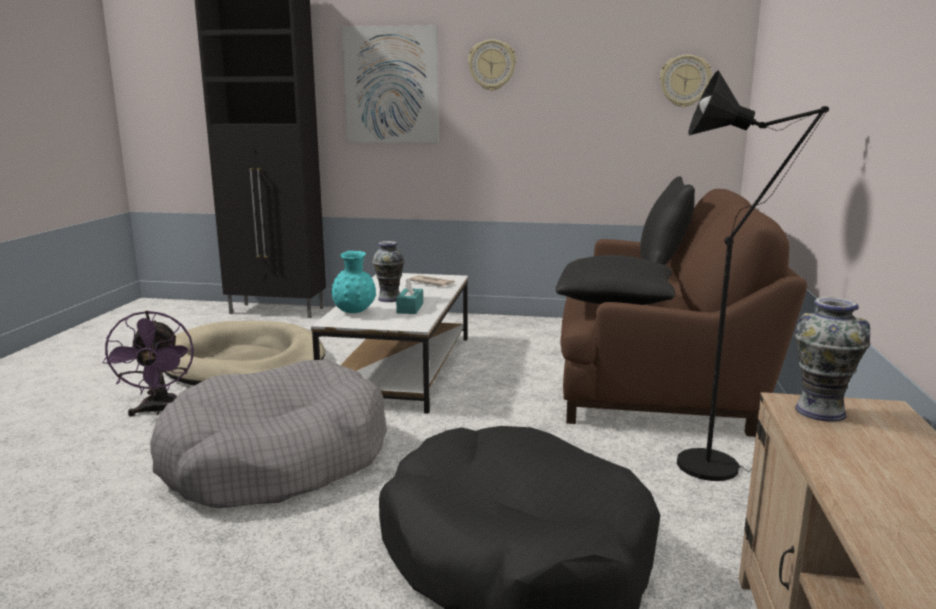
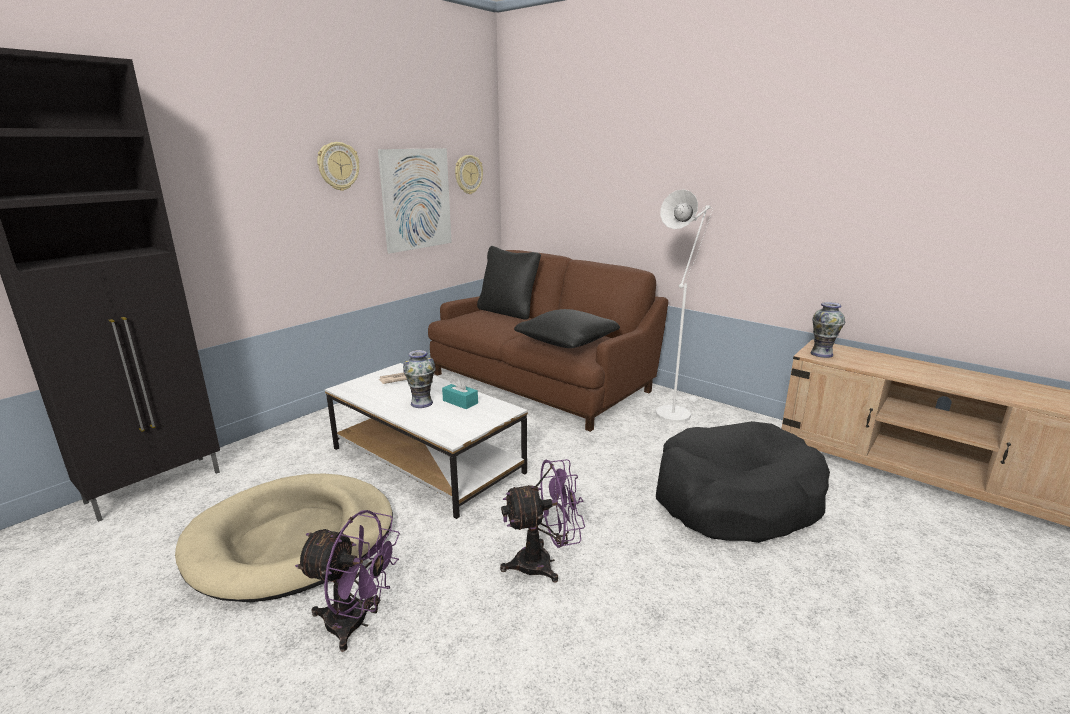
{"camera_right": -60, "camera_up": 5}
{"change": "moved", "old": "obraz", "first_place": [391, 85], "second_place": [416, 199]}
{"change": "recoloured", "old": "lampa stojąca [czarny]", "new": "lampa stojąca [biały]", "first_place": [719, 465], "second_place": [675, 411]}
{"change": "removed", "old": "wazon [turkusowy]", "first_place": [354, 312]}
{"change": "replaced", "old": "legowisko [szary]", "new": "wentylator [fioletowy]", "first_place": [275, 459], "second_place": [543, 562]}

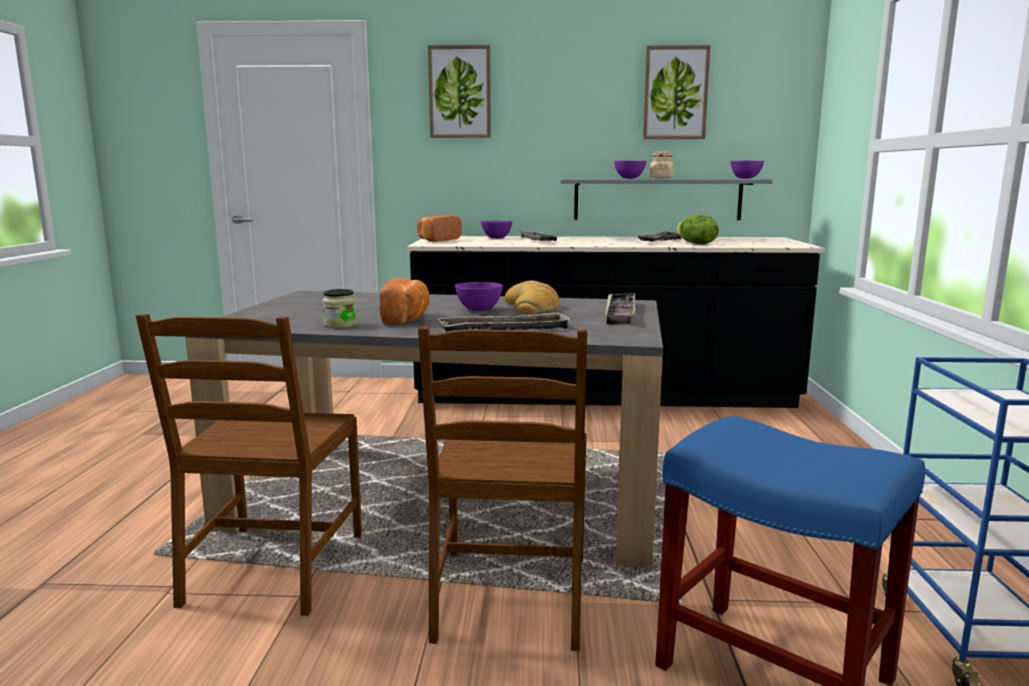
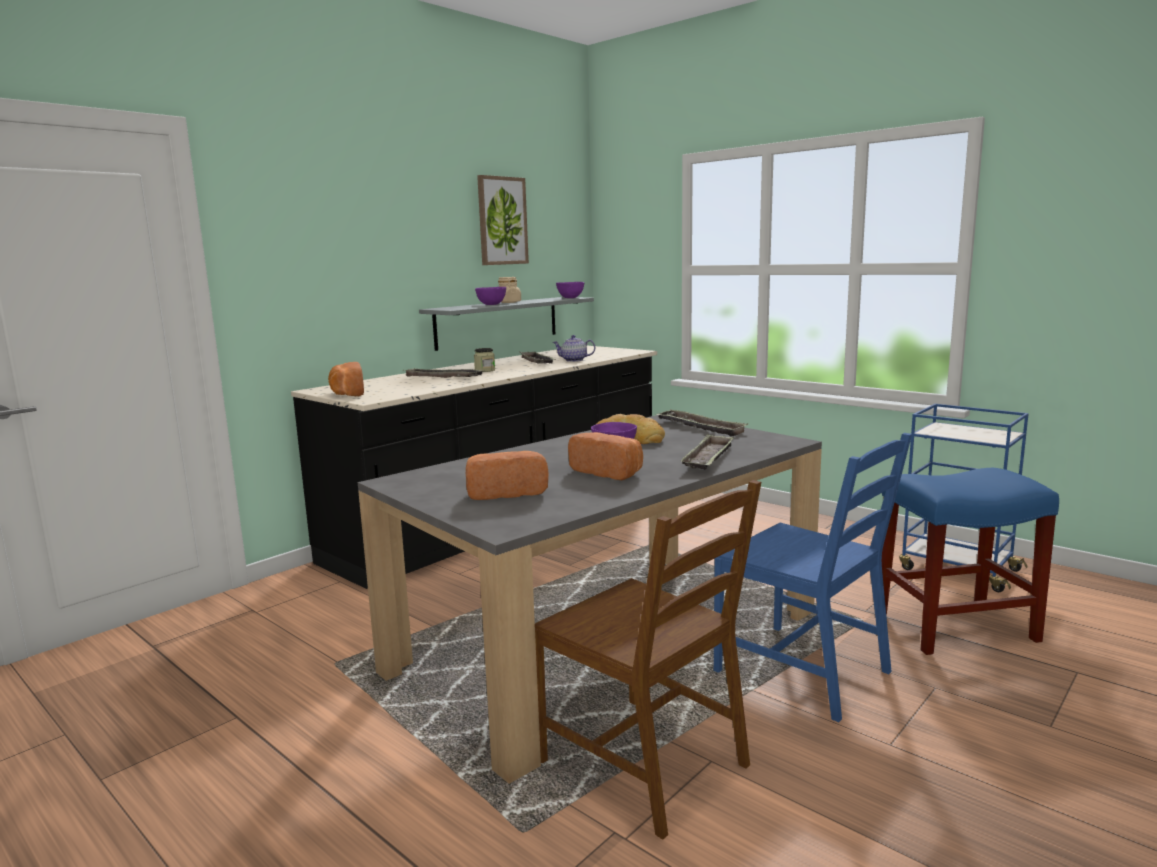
{"camera_right": -50, "camera_up": 0}
{"change": "removed", "old": "obraz", "first_place": [460, 92]}
{"change": "replaced", "old": "sałata", "new": "imbryk", "first_place": [696, 244], "second_place": [574, 360]}
{"change": "removed", "old": "miska [fioletowy]", "first_place": [496, 238]}
{"change": "moved", "old": "słoik", "first_place": [340, 325], "second_place": [485, 370]}
{"change": "recoloured", "old": "krzesło [brązowy]", "new": "krzesło [niebieski]", "first_place": [511, 598], "second_place": [804, 671]}
{"change": "added", "new": "chleb", "second_place": [506, 492]}

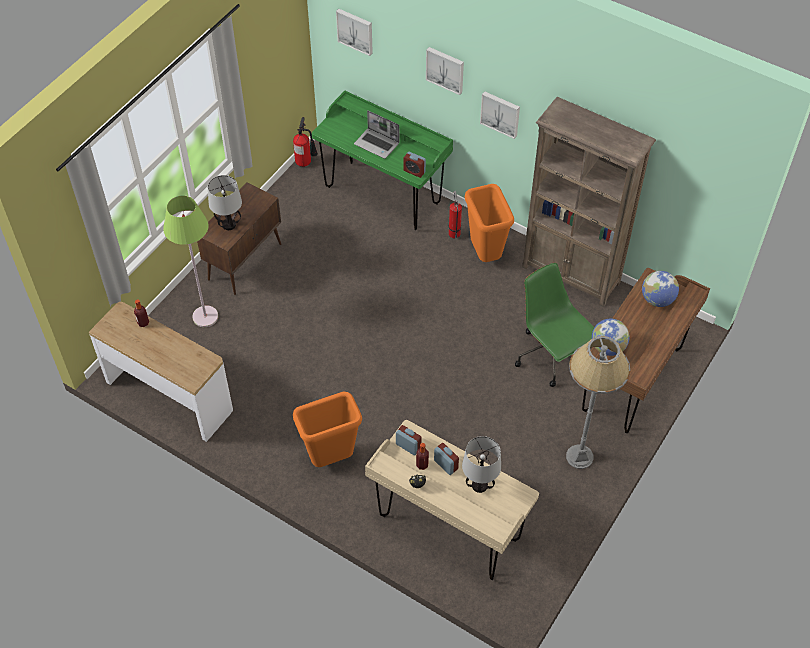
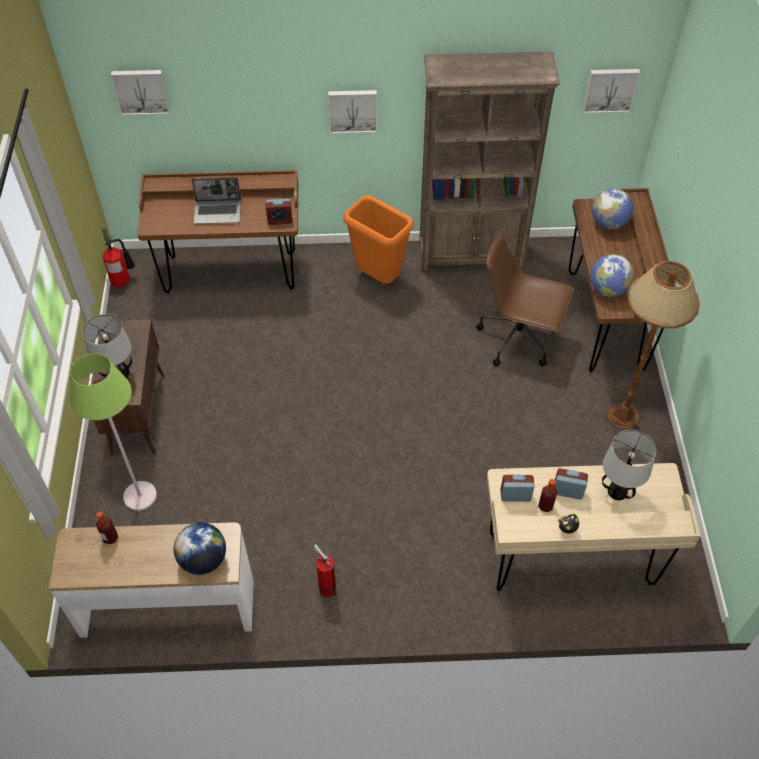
{"camera_right": -35, "camera_up": 0}
{"change": "moved", "old": "obraz", "first_place": [445, 69], "second_place": [610, 89]}
{"change": "recoloured", "old": "biurko [zielony]", "new": "biurko [brązowy]", "first_place": [383, 195], "second_place": [231, 272]}
{"change": "moved", "old": "gaśnica", "first_place": [454, 232], "second_place": [326, 587]}
{"change": "recoloured", "old": "krzesło biurowe [zielony]", "new": "krzesło biurowe [brązowy]", "first_place": [551, 357], "second_place": [519, 339]}
{"change": "recoloured", "old": "lampa stojąca [szary]", "new": "lampa stojąca [brązowy]", "first_place": [579, 456], "second_place": [622, 416]}
{"change": "removed", "old": "kosz na śmieci [pomarańczowy]", "first_place": [331, 459]}
{"change": "added", "new": "globus", "second_place": [203, 559]}

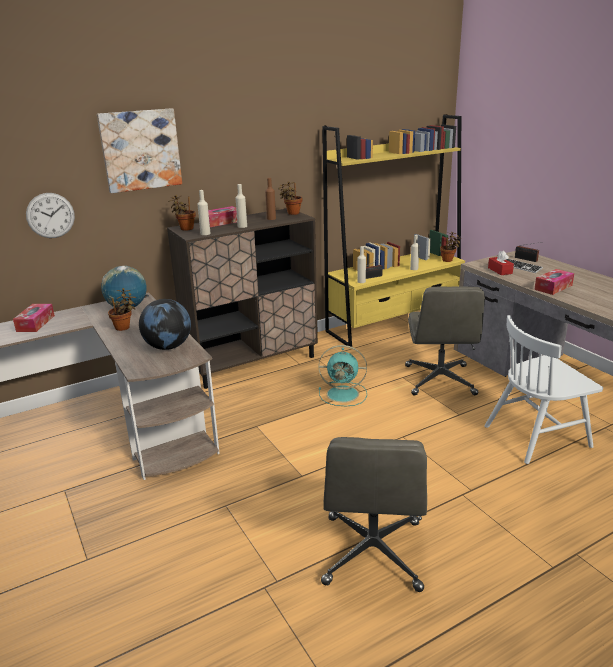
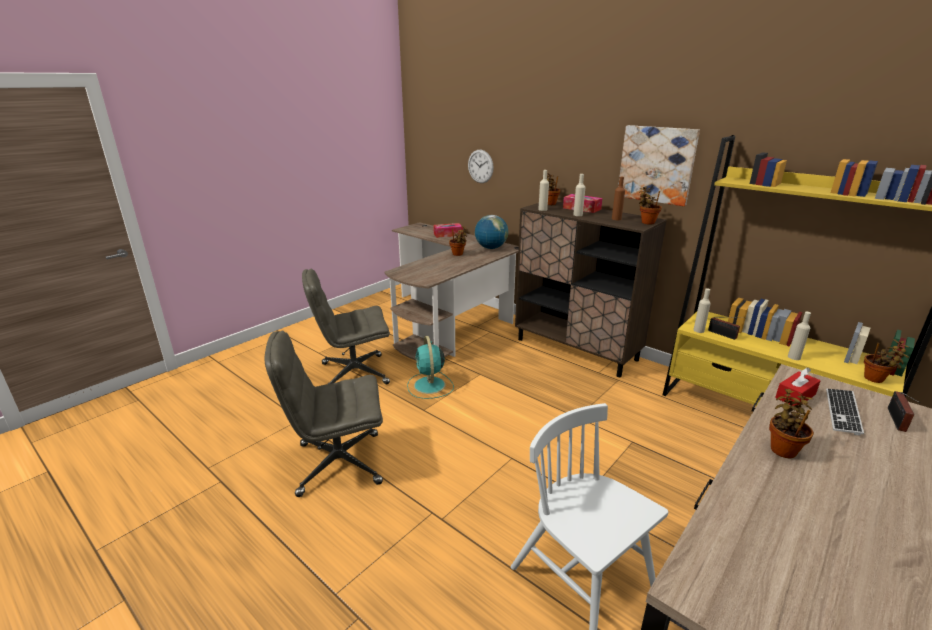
{"camera_right": 70, "camera_up": 0}
{"change": "moved", "old": "obraz", "first_place": [140, 150], "second_place": [656, 164]}
{"change": "replaced", "old": "pudełko chusteczek", "new": "roślina doniczkowa", "first_place": [553, 287], "second_place": [783, 449]}
{"change": "moved", "old": "krzesło biurowe [szary]", "first_place": [440, 380], "second_place": [353, 374]}
{"change": "removed", "old": "globus", "first_place": [168, 347]}
{"change": "moved", "old": "wentylator [turkusowy]", "first_place": [344, 394], "second_place": [430, 386]}

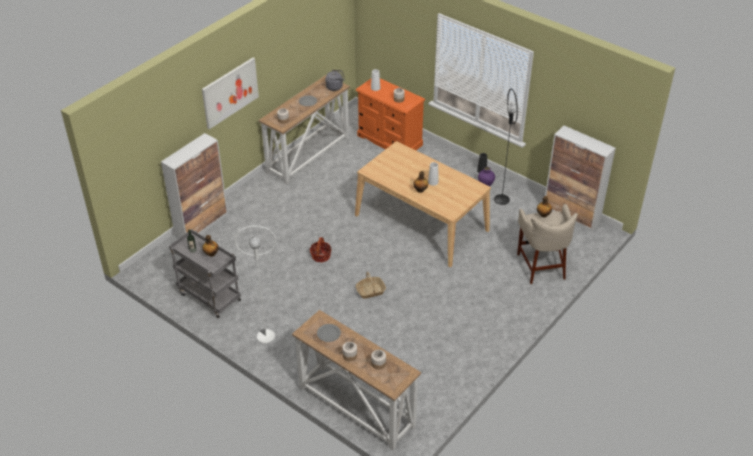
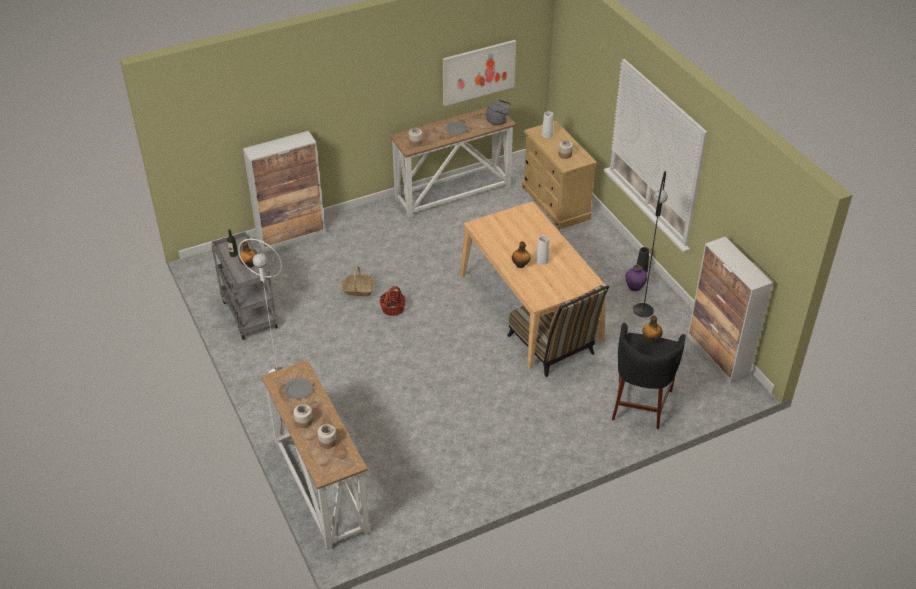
{"camera_right": 25, "camera_up": 0}
{"change": "moved", "old": "obraz", "first_place": [230, 92], "second_place": [478, 72]}
{"change": "recoloured", "old": "komoda [pomarańczowy]", "new": "komoda [beżowy]", "first_place": [389, 140], "second_place": [555, 203]}
{"change": "recoloured", "old": "stołek [beżowy]", "new": "stołek [czarny]", "first_place": [542, 266], "second_place": [640, 403]}
{"change": "moved", "old": "koszyk", "first_place": [370, 291], "second_place": [358, 290]}
{"change": "added", "new": "krzesło", "second_place": [554, 348]}

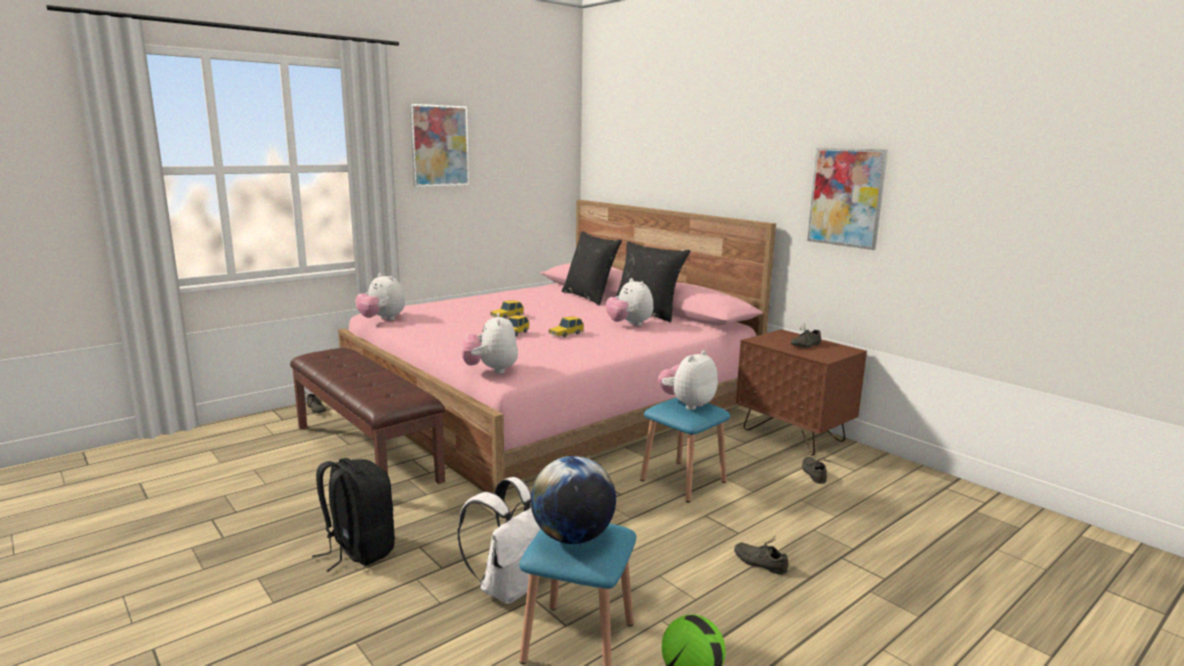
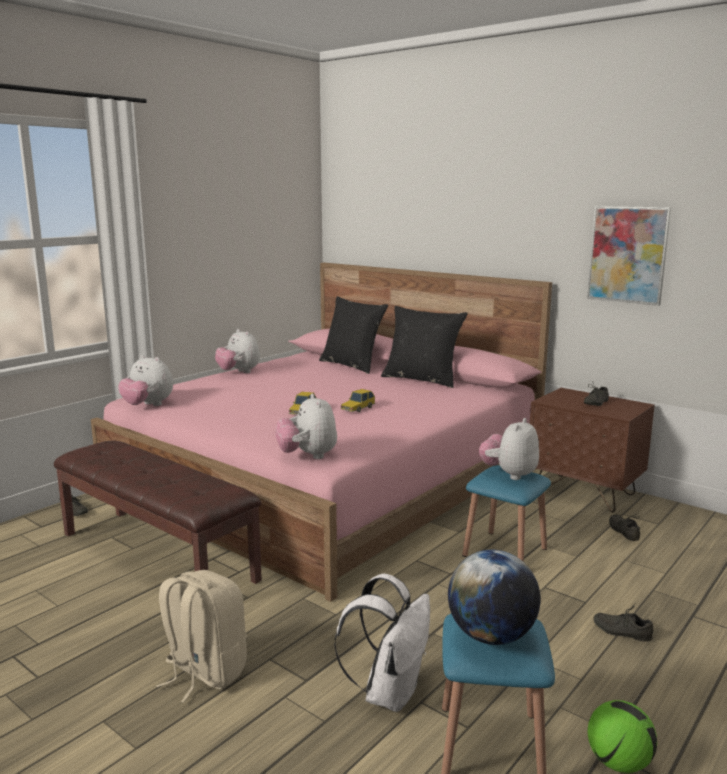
{"camera_right": -10, "camera_up": 0}
{"change": "removed", "old": "obraz", "first_place": [439, 146]}
{"change": "moved", "old": "pluszak", "first_place": [629, 324], "second_place": [239, 372]}
{"change": "removed", "old": "samochodzik", "first_place": [507, 316]}
{"change": "recoloured", "old": "plecak [czarny]", "new": "plecak [beżowy]", "first_place": [358, 551], "second_place": [204, 672]}

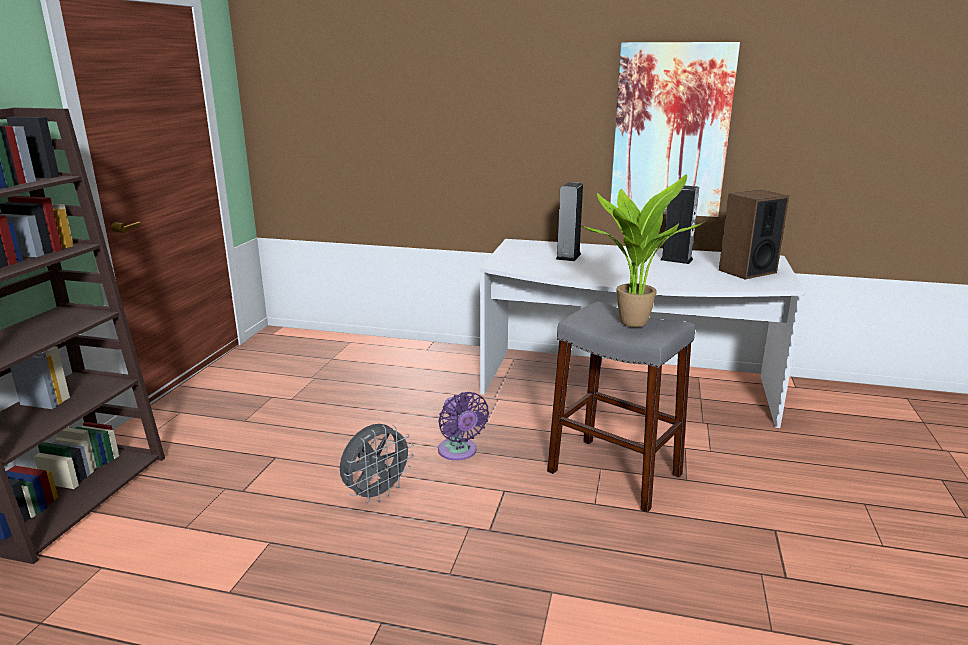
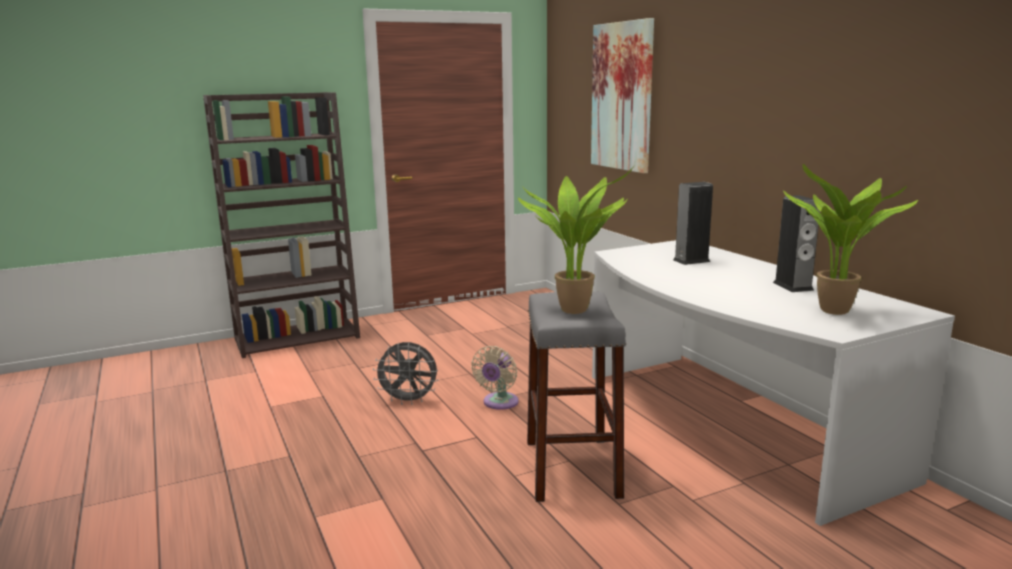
{"camera_right": 50, "camera_up": -5}
{"change": "moved", "old": "obraz", "first_place": [670, 131], "second_place": [622, 97]}
{"change": "replaced", "old": "głośnik", "new": "roślina doniczkowa", "first_place": [747, 271], "second_place": [836, 313]}
{"change": "recoloured", "old": "wentylator [fioletowy]", "new": "wentylator [beżowy]", "first_place": [459, 452], "second_place": [499, 403]}

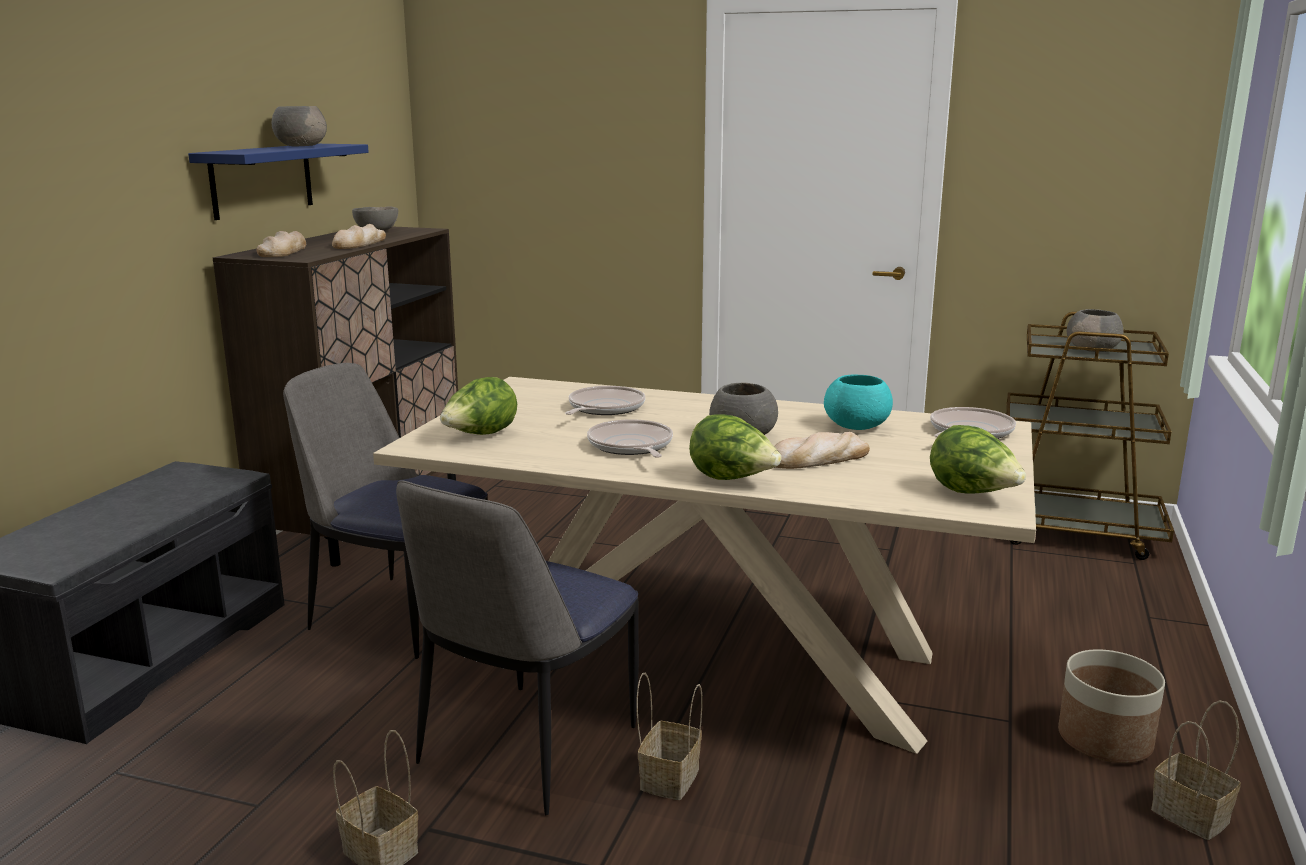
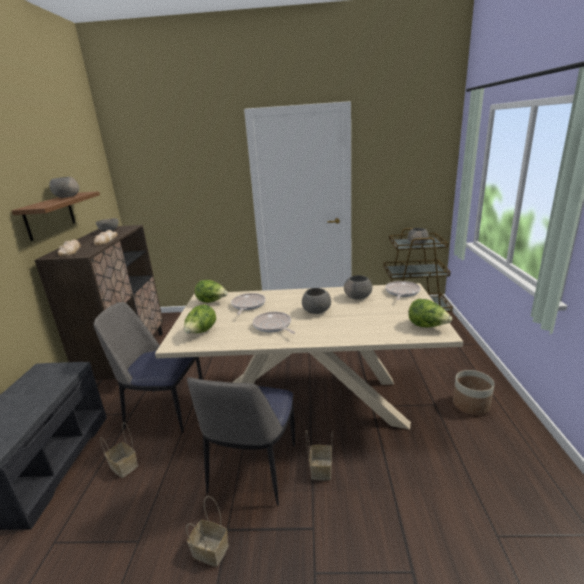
{"camera_right": -15, "camera_up": 5}
{"change": "recoloured", "old": "półka [niebieski]", "new": "półka [brązowy]", "first_place": [262, 180], "second_place": [50, 216]}
{"change": "recoloured", "old": "miska [turkusowy]", "new": "miska [szary]", "first_place": [857, 426], "second_place": [358, 297]}
{"change": "moved", "old": "sałata", "first_place": [732, 479], "second_place": [212, 301]}
{"change": "removed", "old": "chleb", "first_place": [818, 458]}
{"change": "moved", "old": "koszyk", "first_place": [1193, 816], "second_place": [125, 466]}

